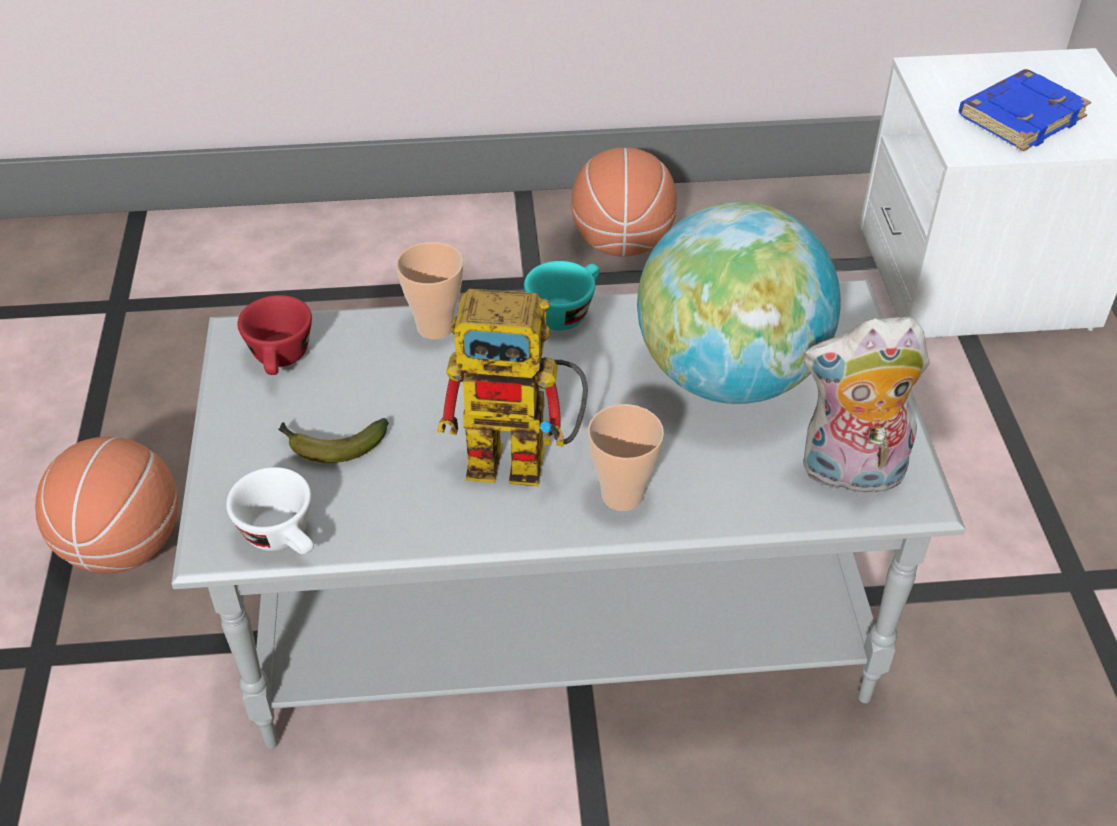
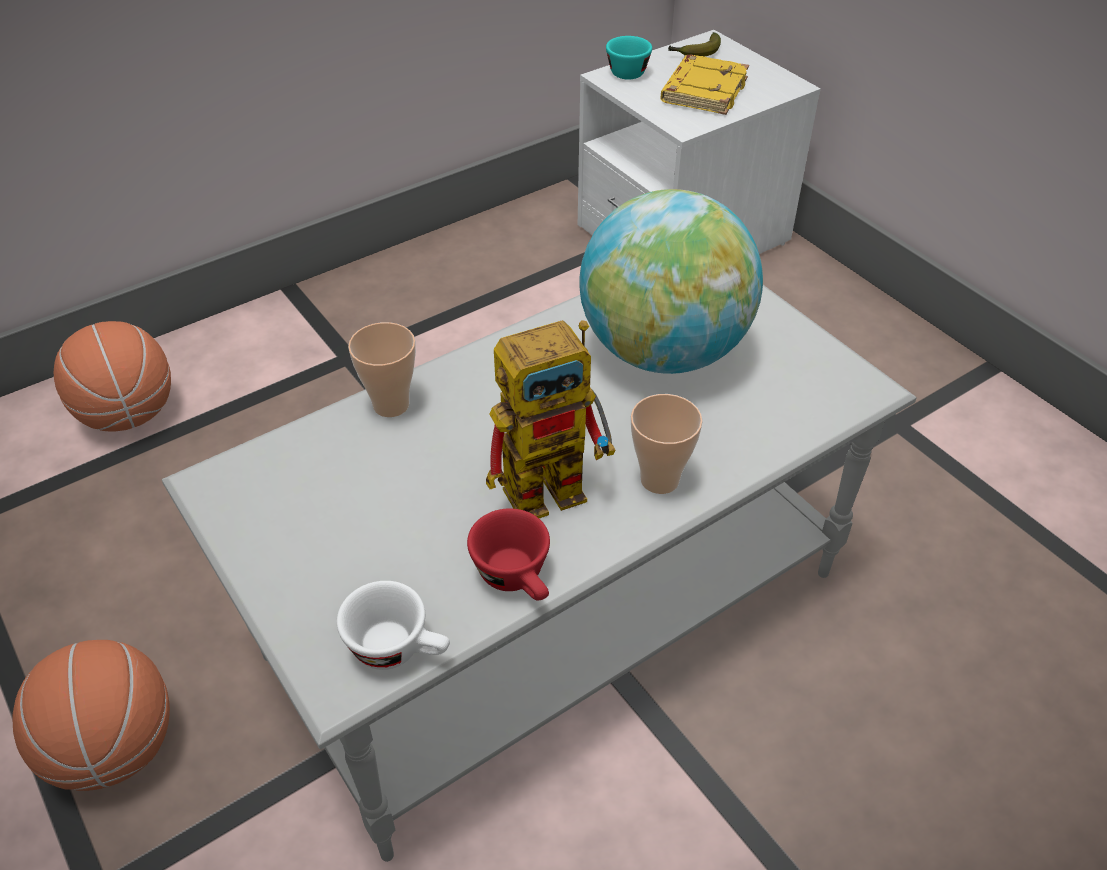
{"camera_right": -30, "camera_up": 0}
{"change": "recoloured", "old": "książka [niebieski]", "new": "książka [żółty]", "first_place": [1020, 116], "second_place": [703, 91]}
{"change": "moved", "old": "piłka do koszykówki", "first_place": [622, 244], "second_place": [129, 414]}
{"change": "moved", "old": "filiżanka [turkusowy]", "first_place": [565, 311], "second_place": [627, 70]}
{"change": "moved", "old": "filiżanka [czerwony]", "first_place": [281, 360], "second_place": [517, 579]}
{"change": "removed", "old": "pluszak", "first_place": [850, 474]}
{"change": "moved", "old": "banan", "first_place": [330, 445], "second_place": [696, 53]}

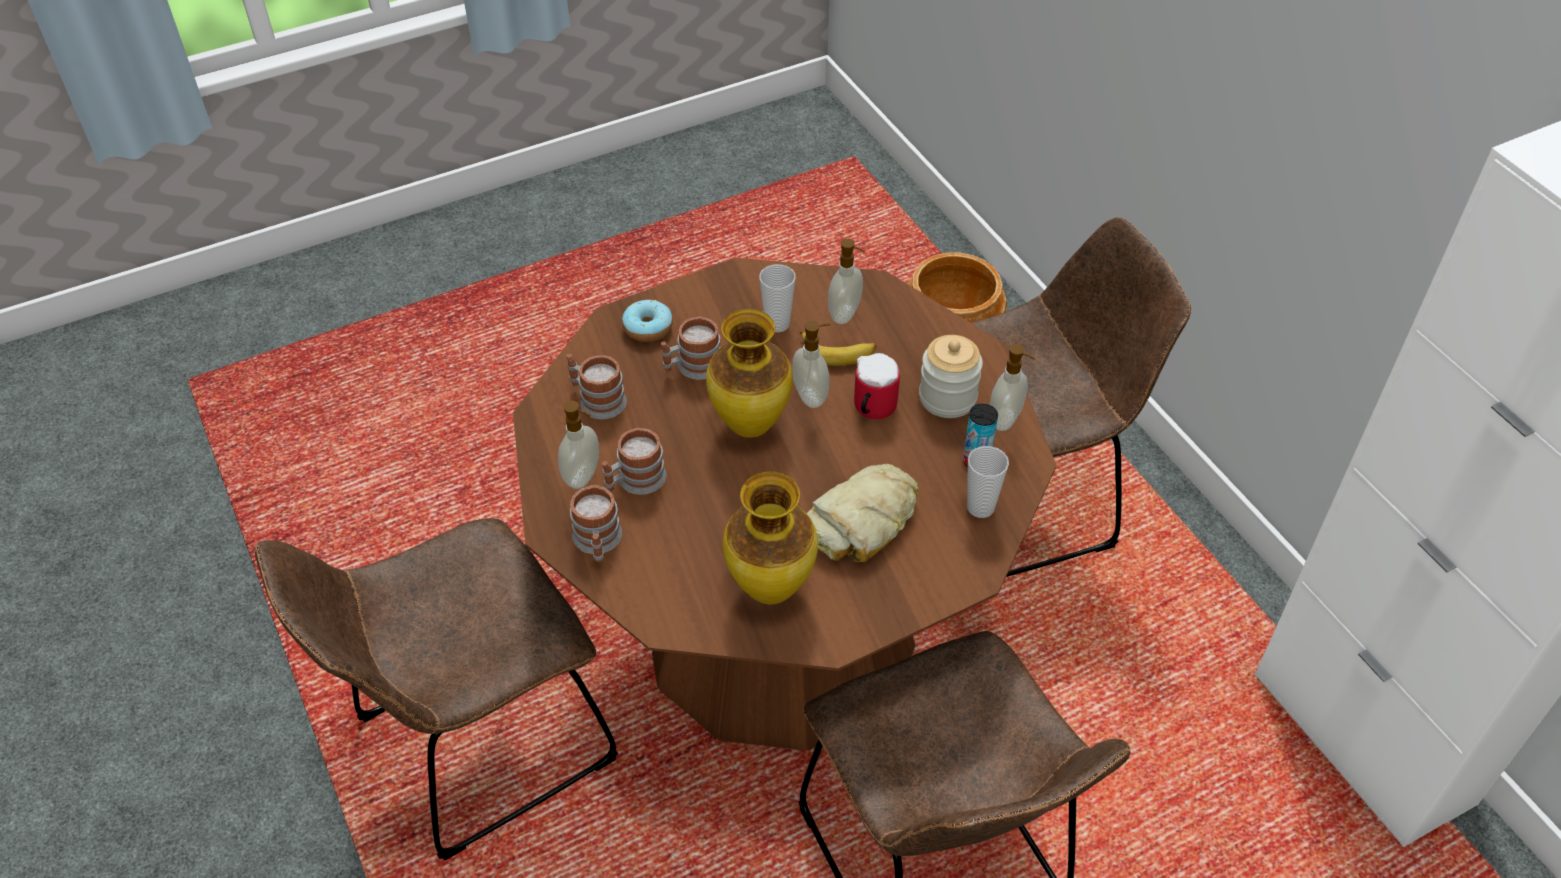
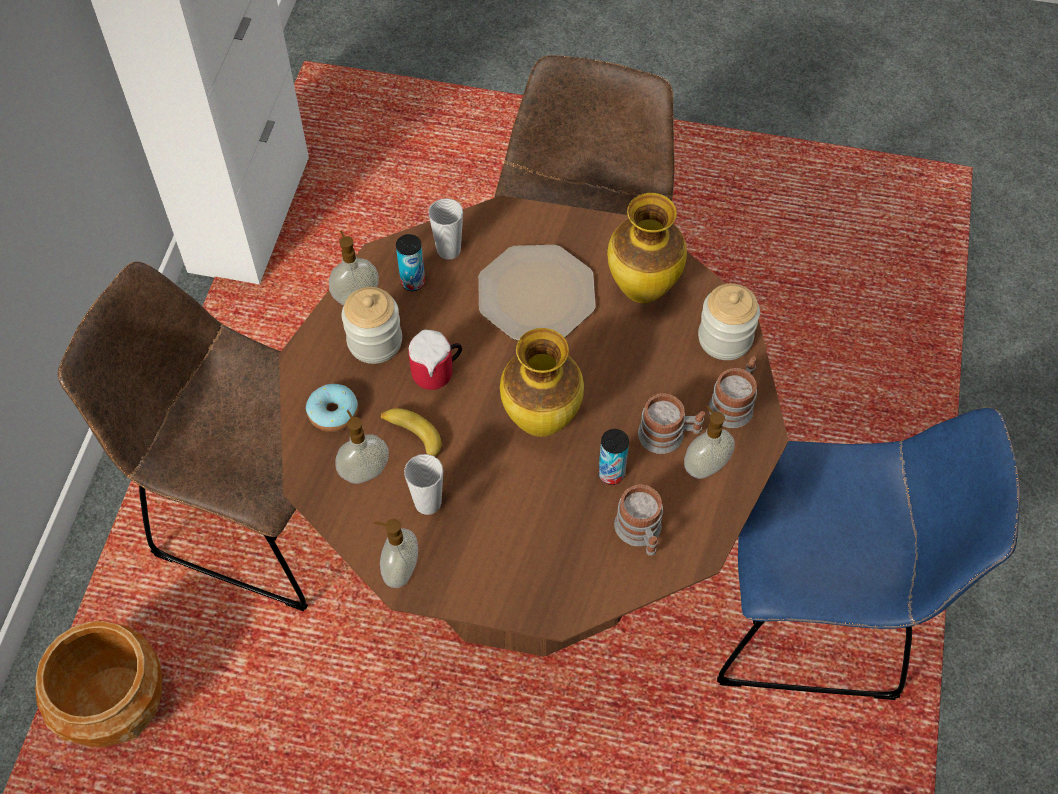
{"camera_right": -140, "camera_up": 10}
{"change": "moved", "old": "donut", "first_place": [648, 328], "second_place": [333, 413]}
{"change": "removed", "old": "kubek", "first_place": [692, 367]}
{"change": "moved", "old": "dozownik mydła", "first_place": [811, 396], "second_place": [400, 570]}
{"change": "replaced", "old": "chleb", "new": "talerz", "first_place": [863, 521], "second_place": [535, 293]}
{"change": "recoloured", "old": "krzesło [brązowy]", "new": "krzesło [niebieski]", "first_place": [474, 747], "second_place": [819, 613]}
{"change": "added", "new": "słoik", "second_place": [725, 338]}
{"change": "added", "new": "puszka", "second_place": [611, 474]}

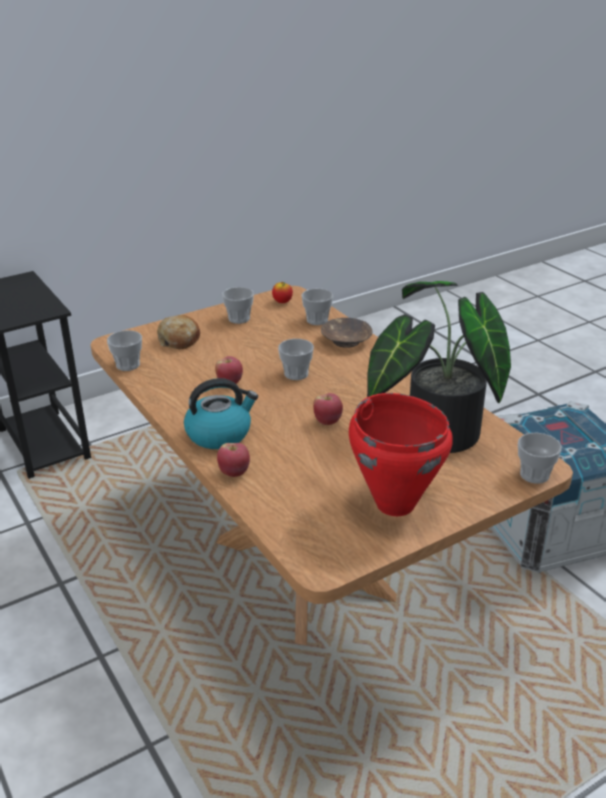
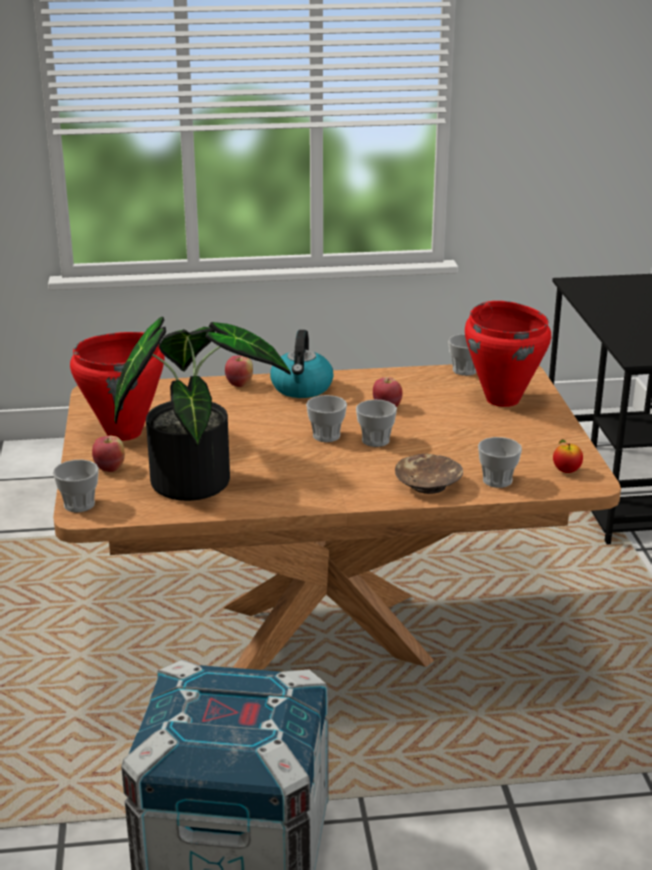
{"camera_right": 115, "camera_up": -5}
{"change": "moved", "old": "filiżanka", "first_place": [239, 318], "second_place": [326, 436]}
{"change": "replaced", "old": "chleb", "new": "garnek [czerwony]", "first_place": [179, 340], "second_place": [503, 399]}
{"change": "moved", "old": "jabłko", "first_place": [327, 421], "second_place": [110, 468]}

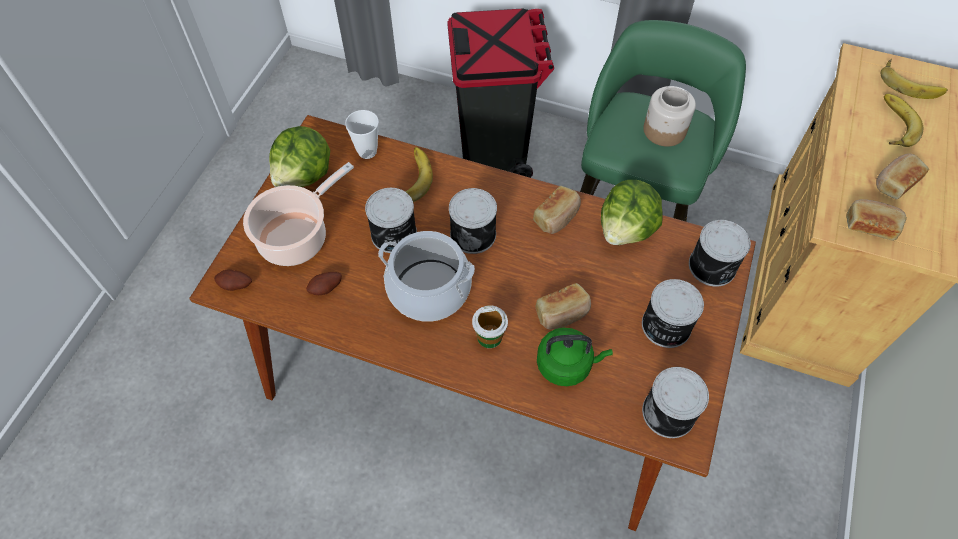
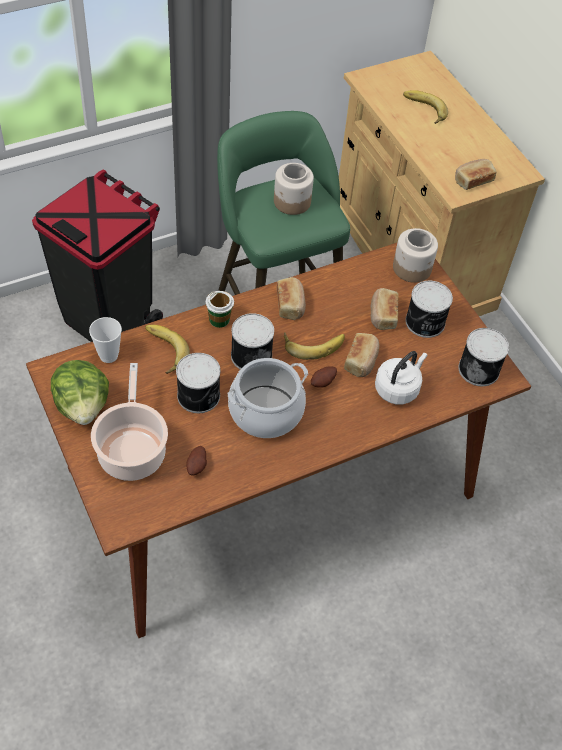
{"camera_right": -50, "camera_up": -5}
{"change": "moved", "old": "banan", "first_place": [910, 83], "second_place": [313, 343]}
{"change": "moved", "old": "chleb", "first_place": [895, 182], "second_place": [382, 315]}
{"change": "removed", "old": "sałata", "first_place": [626, 229]}
{"change": "replaced", "old": "puszka", "new": "słoik", "first_place": [713, 267], "second_place": [412, 268]}
{"change": "moved", "old": "ziemniak", "first_place": [235, 286], "second_place": [323, 382]}
{"change": "moved", "old": "filiżanka", "first_place": [489, 337], "second_place": [219, 319]}
{"change": "recoloured", "old": "czajnik [zielony]", "new": "czajnik [biały]", "first_place": [567, 364], "second_place": [398, 388]}

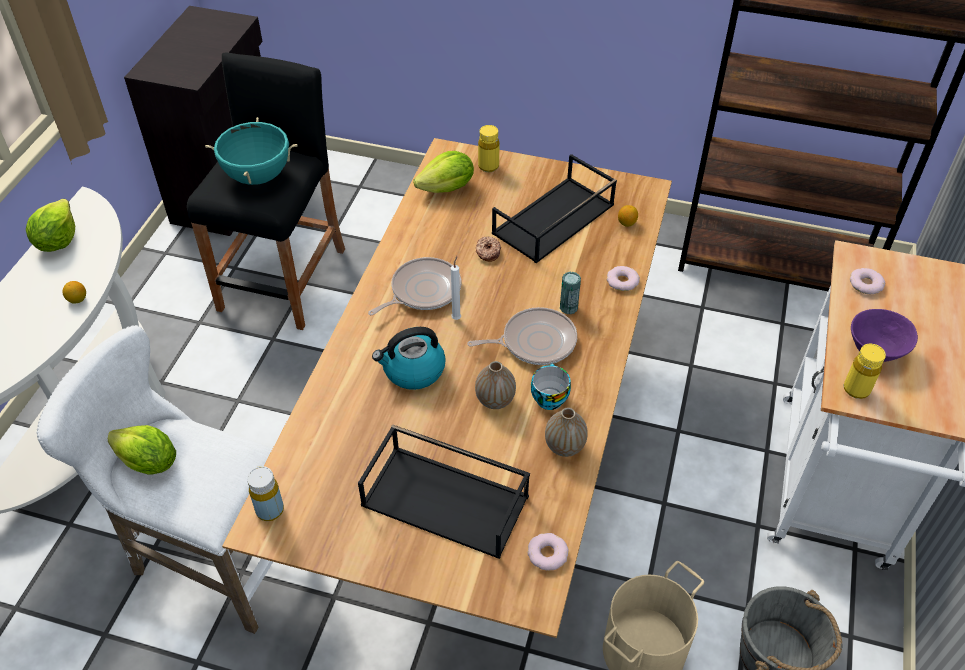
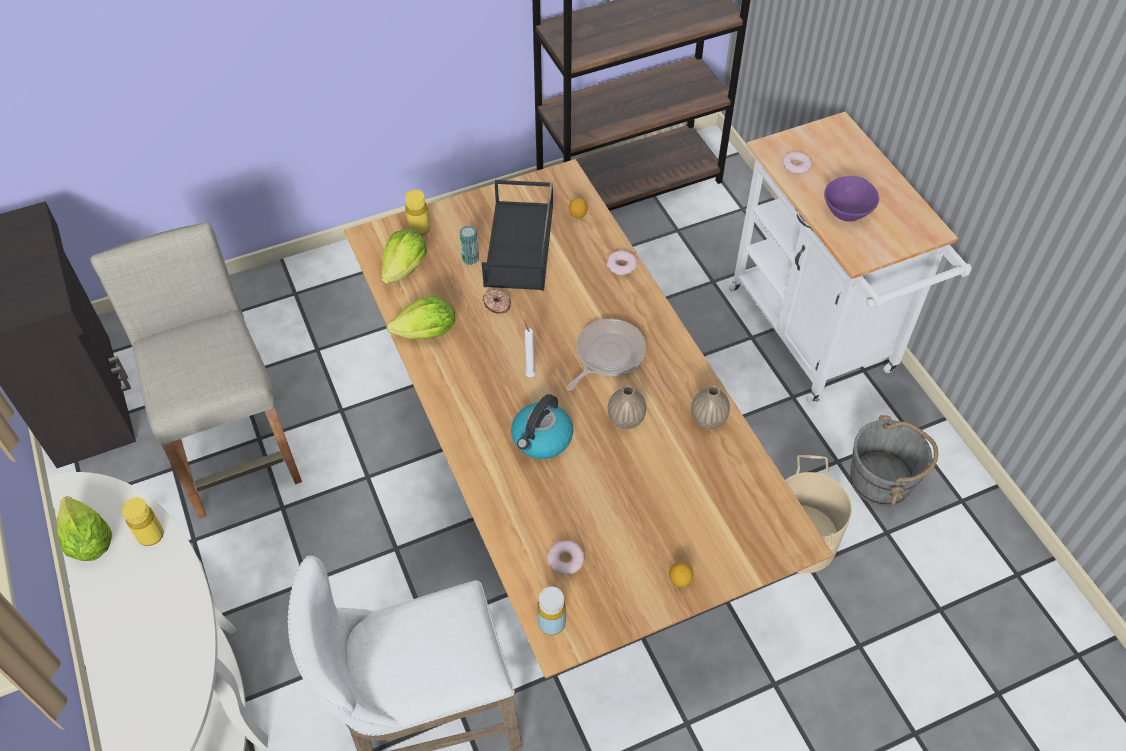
{"camera_right": -40, "camera_up": 5}
{"change": "recoloured", "old": "stołek [czarny]", "new": "stołek [beżowy]", "first_place": [284, 279], "second_place": [235, 448]}
{"change": "removed", "old": "garnek [turkusowy]", "first_place": [257, 176]}
{"change": "removed", "old": "patelnia", "first_place": [422, 291]}
{"change": "moved", "old": "puszka", "first_place": [568, 307], "second_place": [470, 258]}
{"change": "moved", "old": "cytryna", "first_place": [77, 299], "second_place": [680, 580]}
{"change": "moved", "old": "butelka [żółty]", "first_place": [856, 389], "second_place": [151, 535]}
{"change": "removed", "old": "filiżanka", "first_place": [548, 397]}
{"change": "removed", "old": "taca [czarny]", "first_place": [447, 500]}
{"change": "moved", "old": "sałata", "first_place": [148, 463], "second_place": [427, 333]}
{"change": "moved", "old": "donut", "first_place": [547, 554], "second_place": [565, 559]}

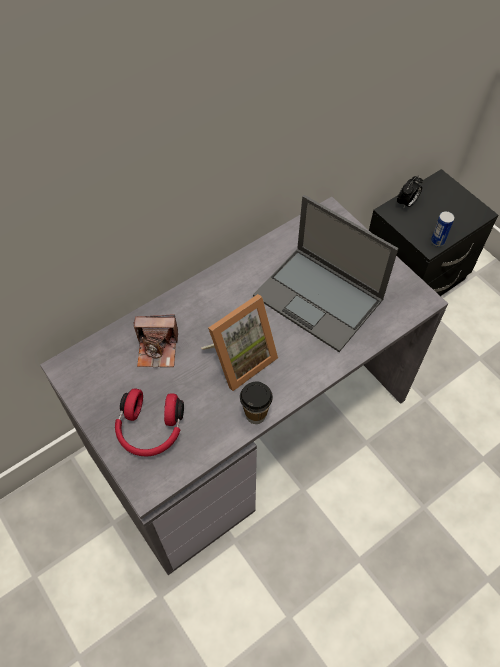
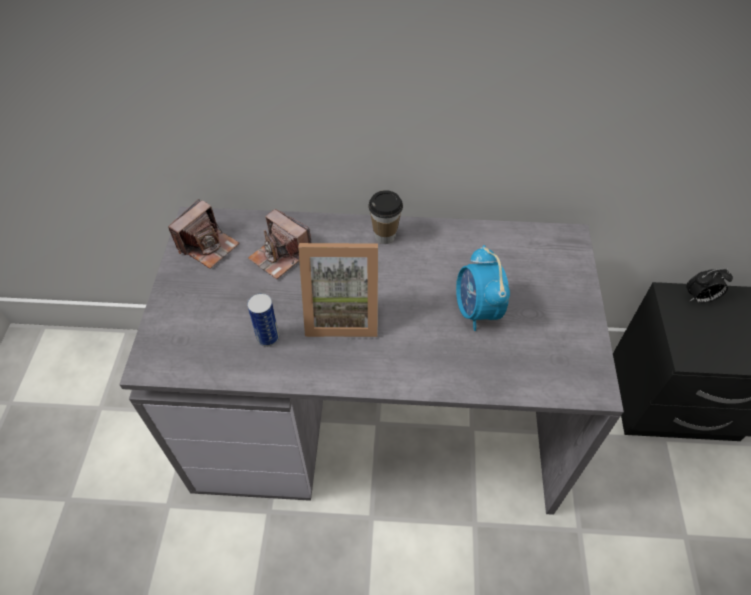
{"camera_right": 40, "camera_up": -5}
{"change": "replaced", "old": "laptop", "new": "budzik", "first_place": [319, 298], "second_place": [477, 311]}
{"change": "moved", "old": "puszka", "first_place": [437, 241], "second_place": [268, 338]}
{"change": "moved", "old": "filiżanka", "first_place": [255, 415], "second_place": [385, 236]}
{"change": "removed", "old": "słuchawki [czerwony]", "first_place": [150, 430]}
{"change": "added", "new": "aparat fotograficzny", "second_place": [208, 246]}

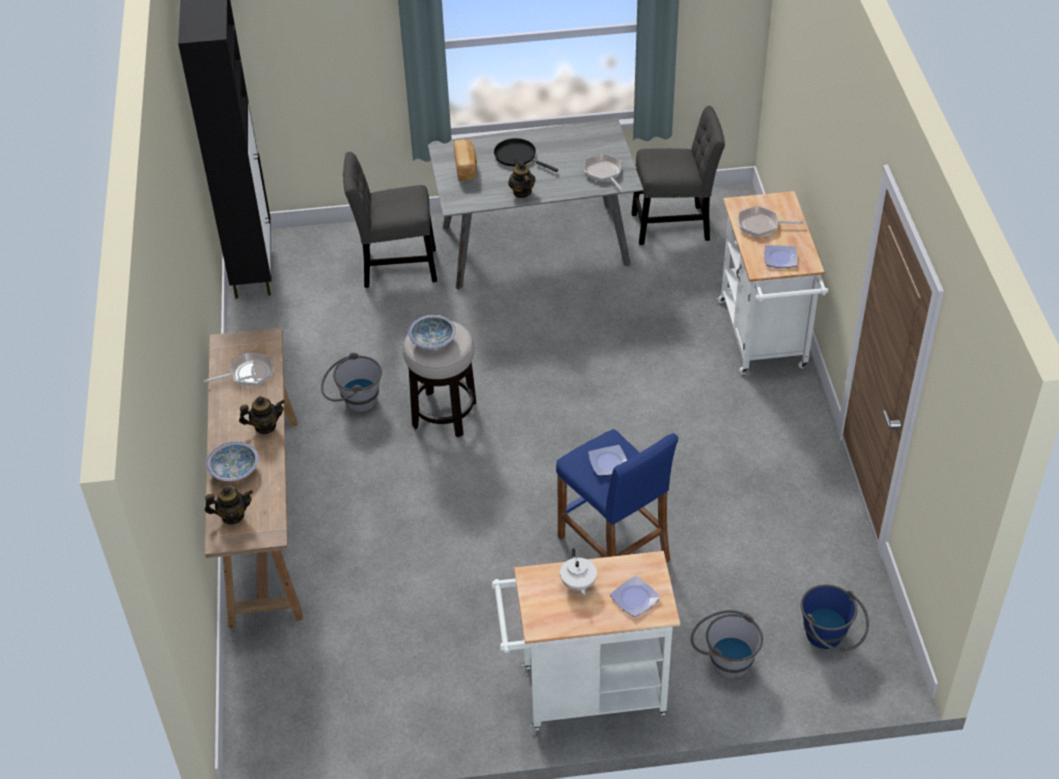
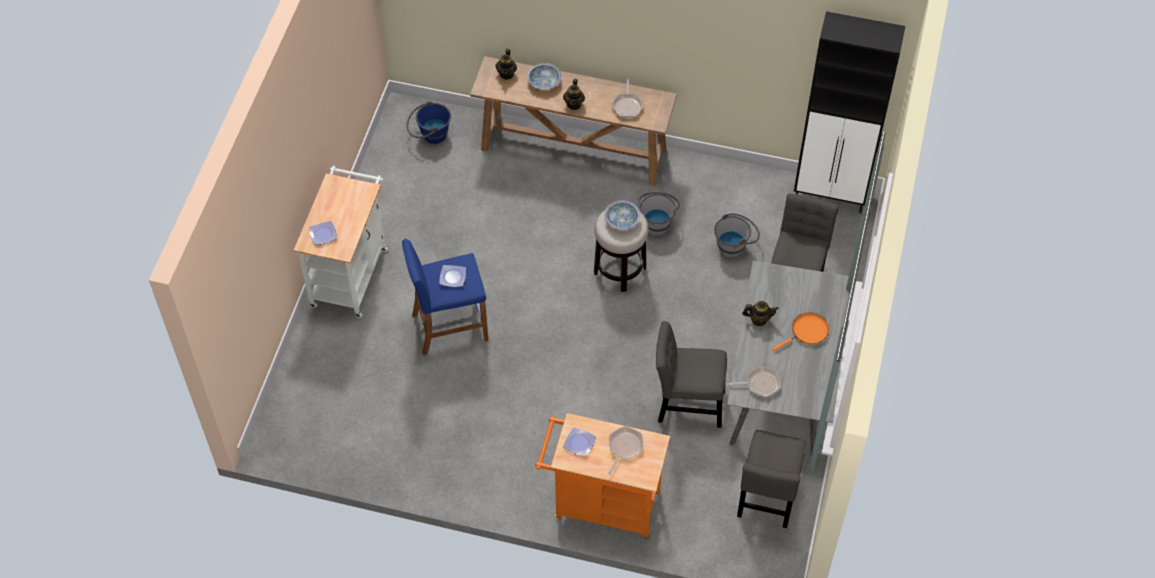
{"camera_right": 110, "camera_up": 10}
{"change": "recoloured", "old": "patelnia [czarny]", "new": "patelnia [pomarańczowy]", "first_place": [518, 156], "second_place": [807, 332]}
{"change": "removed", "old": "chleb", "first_place": [466, 167]}
{"change": "recoloured", "old": "wózek [biały]", "new": "wózek [pomarańczowy]", "first_place": [764, 339], "second_place": [601, 504]}
{"change": "removed", "old": "imbryk [biały]", "first_place": [578, 584]}
{"change": "moved", "old": "wiadro [niebieski]", "first_place": [829, 639], "second_place": [430, 136]}
{"change": "moved", "old": "wiadro [szary]", "first_place": [723, 659], "second_place": [735, 245]}
{"change": "added", "new": "krzesło [szary]", "second_place": [687, 404]}

